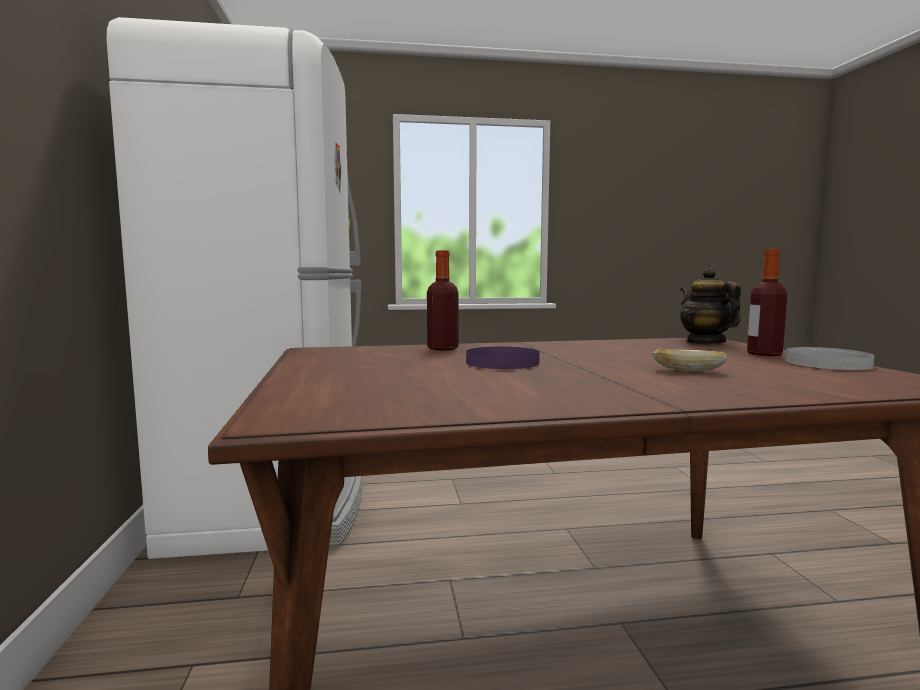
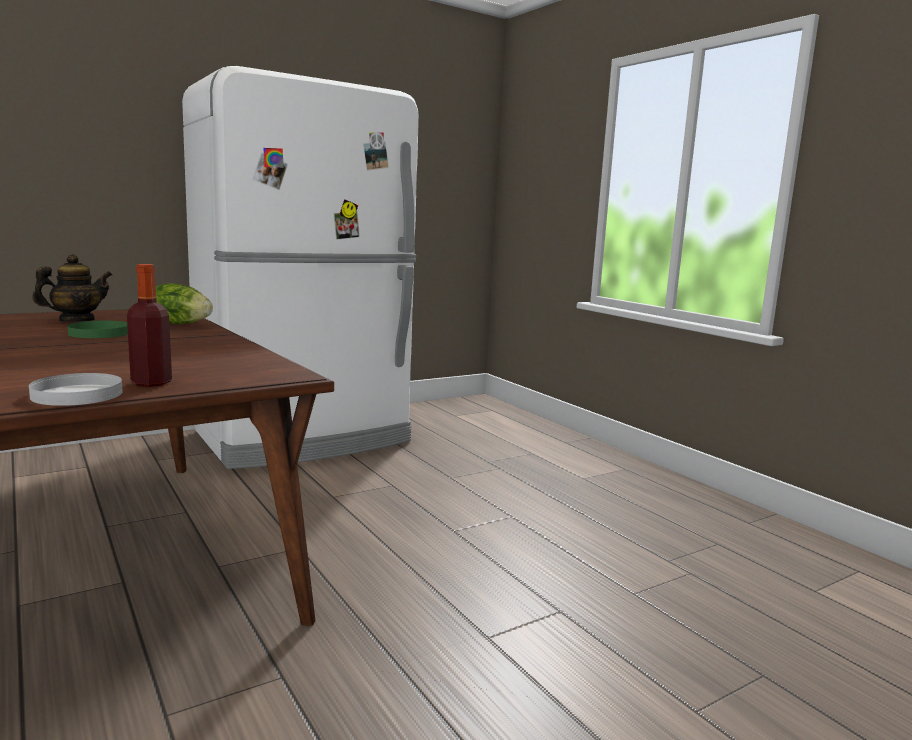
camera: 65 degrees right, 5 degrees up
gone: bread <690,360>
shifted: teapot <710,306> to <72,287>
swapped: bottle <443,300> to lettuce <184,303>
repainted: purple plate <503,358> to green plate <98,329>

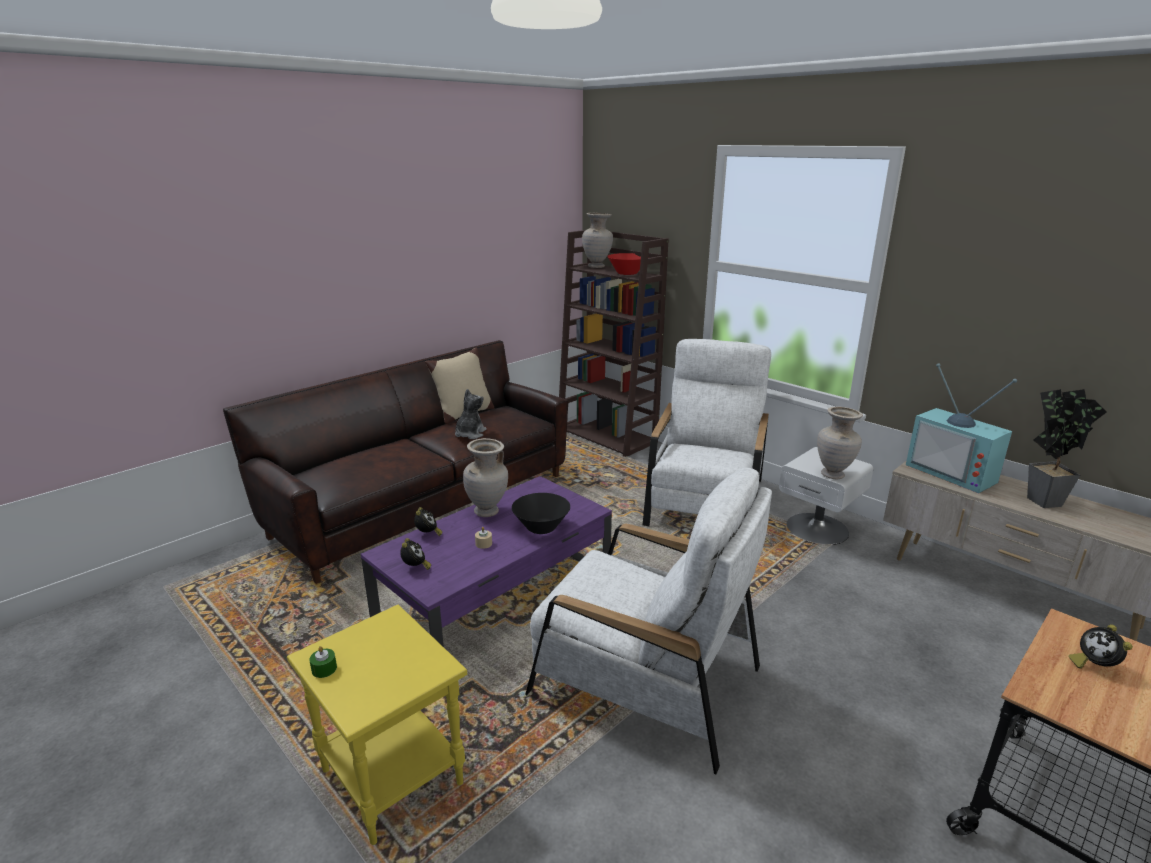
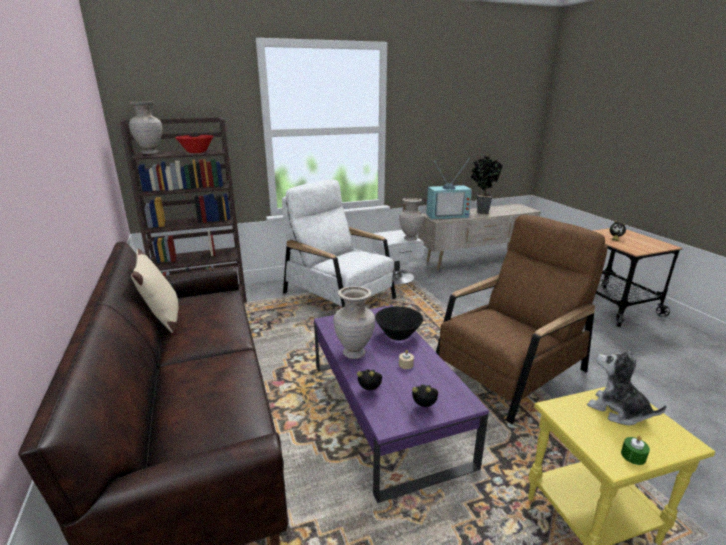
camera: 65 degrees left, 0 degrees up
shifted: plush toy <471,414> to <627,387>
repainted: white armchair <648,621> to brown armchair <522,319>

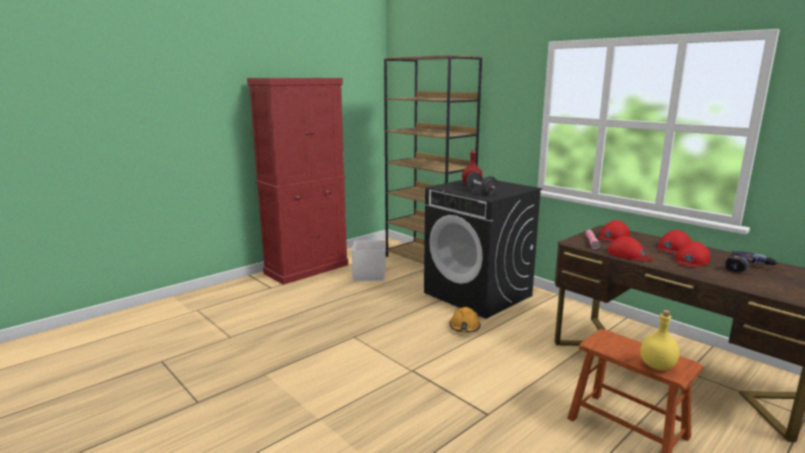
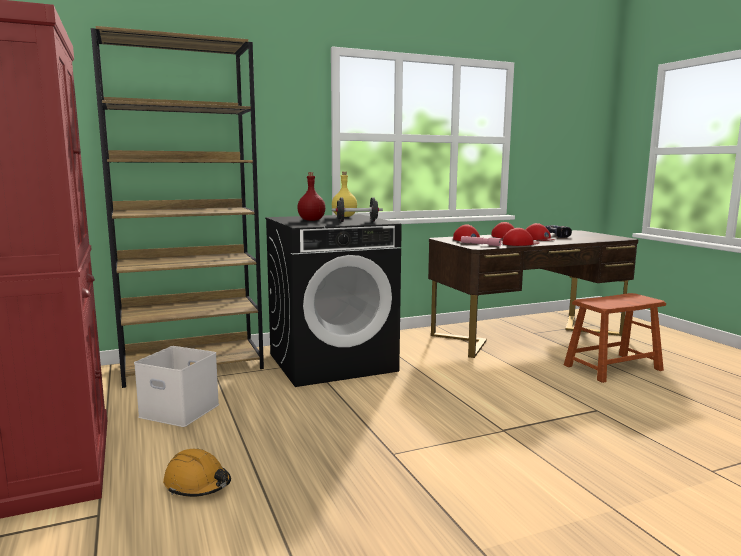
camera: 70 degrees left, 5 degrees down
shifted: orange hard hat <465,320> to <197,473>; yellow bottle <660,340> to <344,194>

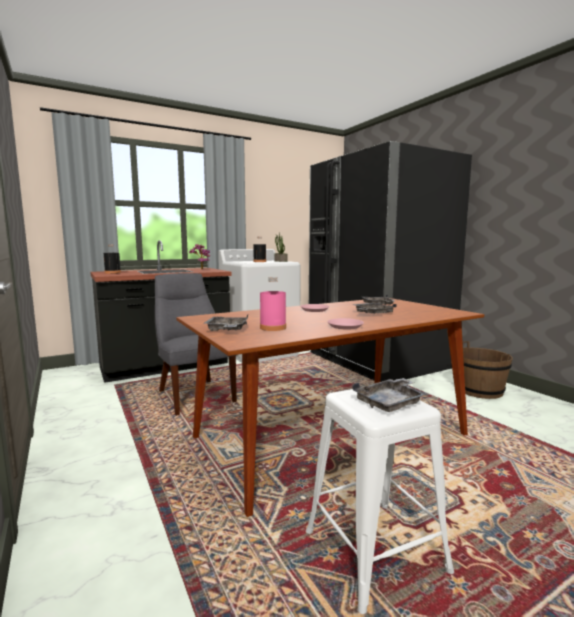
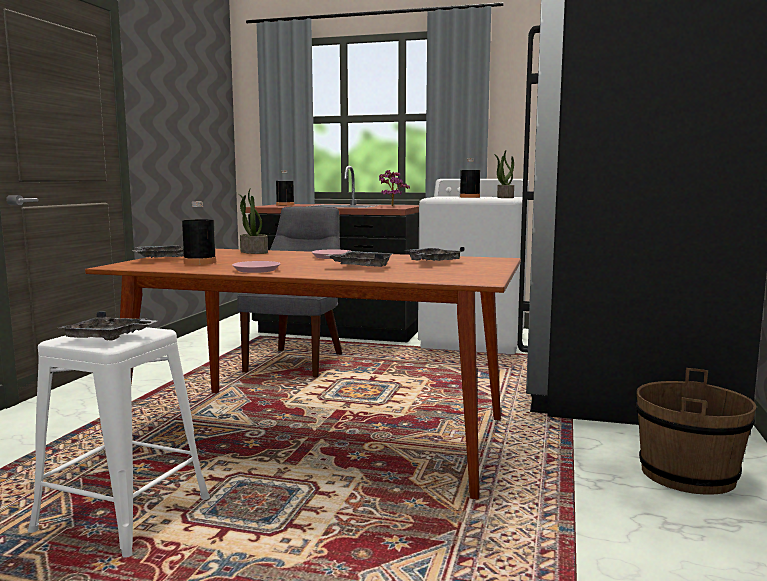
camera: 45 degrees right, 0 degrees up
new: potted plant <253,221>
repainted: pink bottle <273,304> to black bottle <199,233>

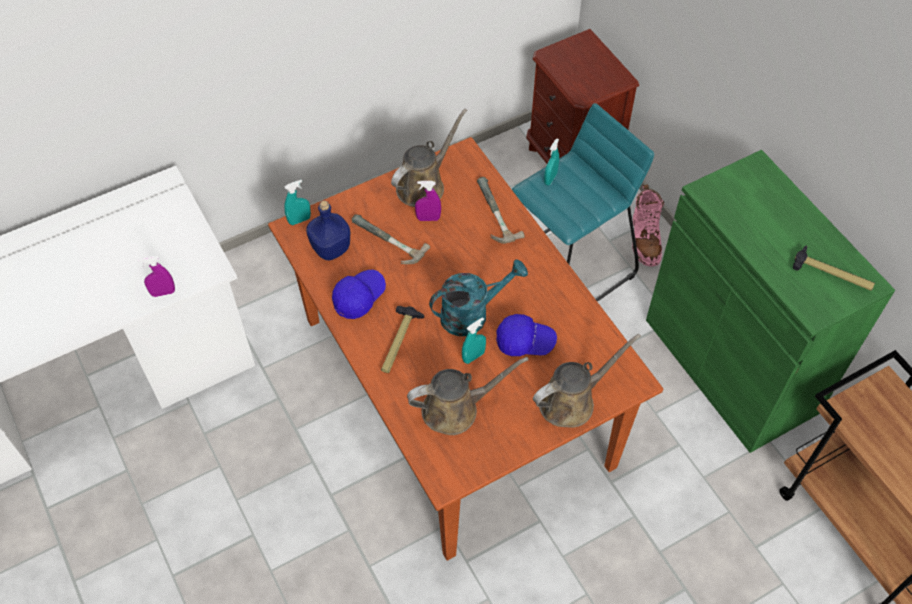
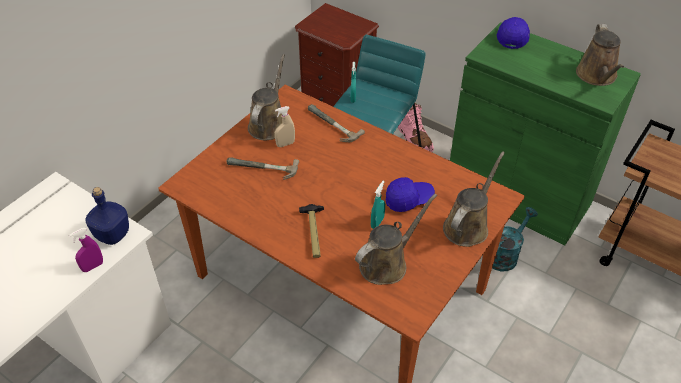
camera: 25 degrees left, 10 degrees down
gone: turquoise spray bottle <297,202>
shifted: blue bottle <328,230> to <107,216>; turquoise watering can <478,297> to <515,239>; blue cap <359,294> to <513,33>
swapped: hammer <834,268> to brown watering can <600,55>
repainted: purple spray bottle <428,201> to beige spray bottle <285,126>

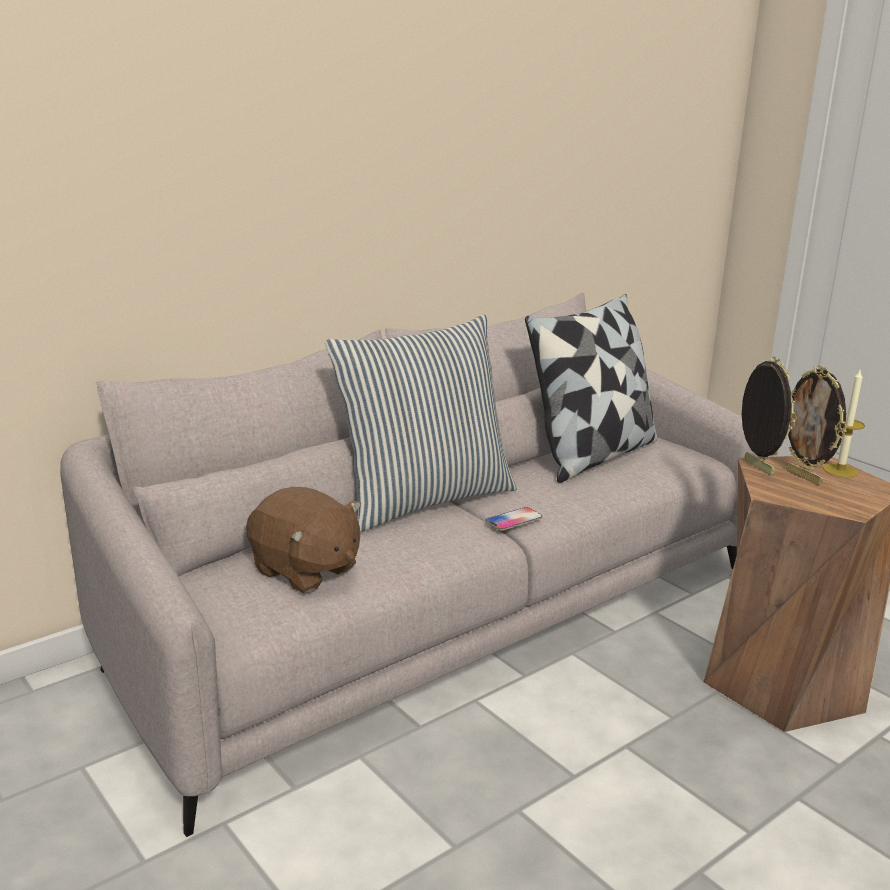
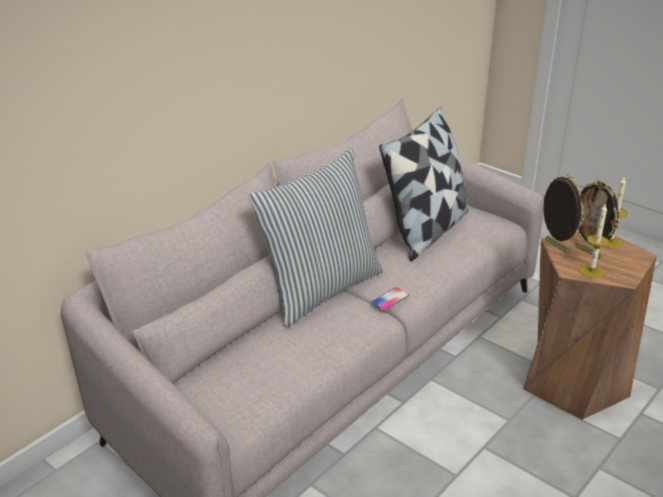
camera: 10 degrees left, 10 degrees up
gone: brown plush toy <303,540>
new: candle <594,240>

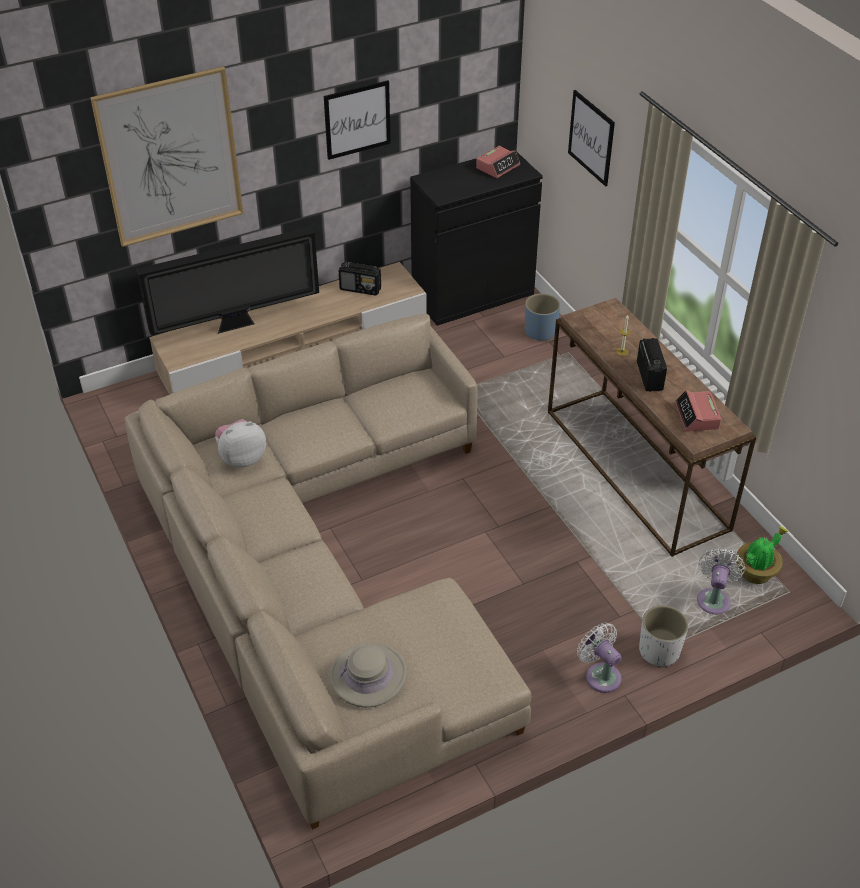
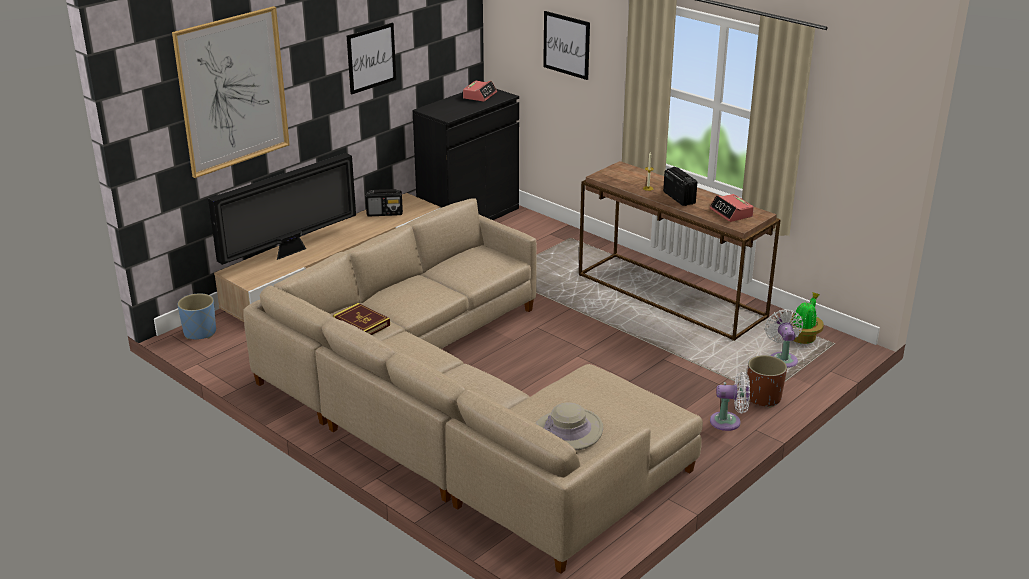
camera: 20 degrees left, 15 degrees down
shifted: blue planter <542,317> to <197,316>
swapped: plush toy <240,443> to book <361,319>
repainted: white planter <663,636> to brown planter <767,381>
rotated: white fan <599,658> = <730,401> 150 degrees clockwise

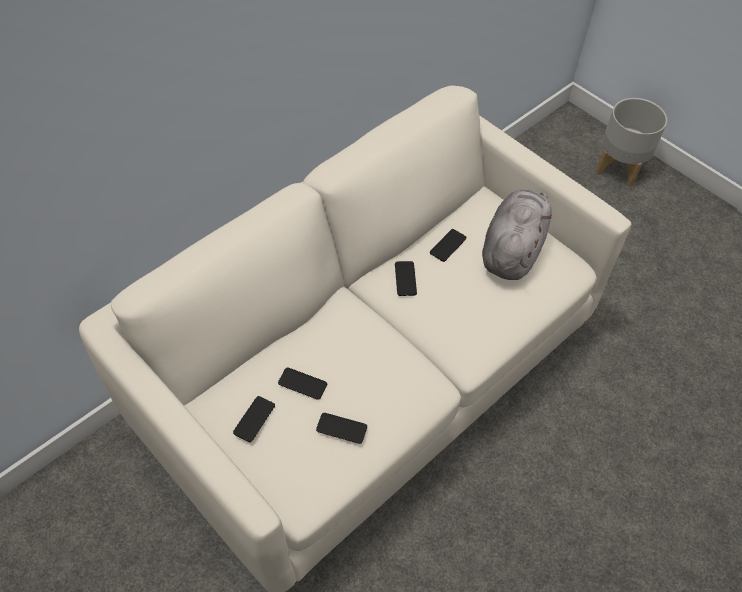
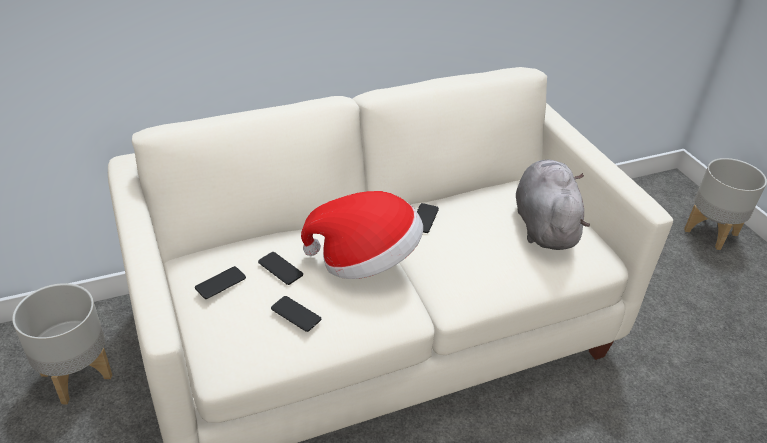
camera: 20 degrees right, 15 degrees down
gone: phone <448,245>
new: hat <362,235>; grey planter <62,344>
rotated: grey plush toy <517,234> = <553,205> 45 degrees counterclockwise

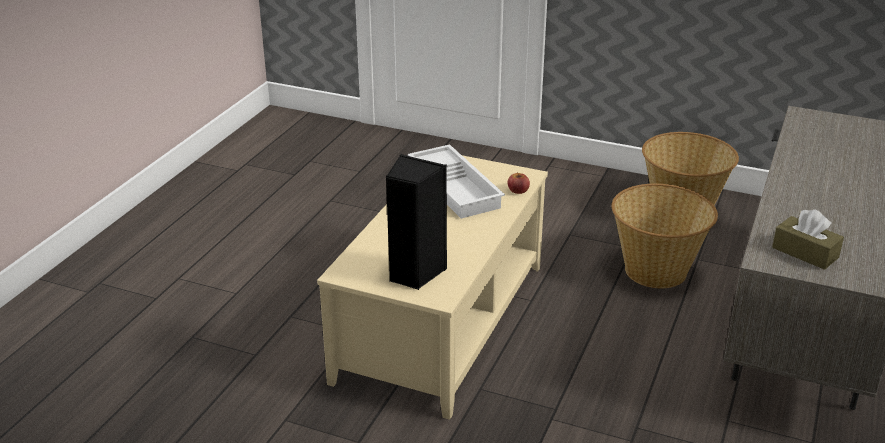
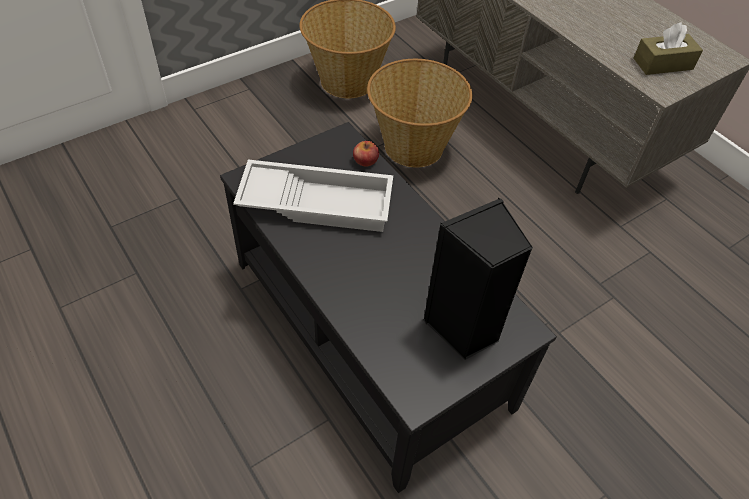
camera: 60 degrees left, 20 degrees up
repainted: beige coffee table <432,287> to black coffee table <388,307>

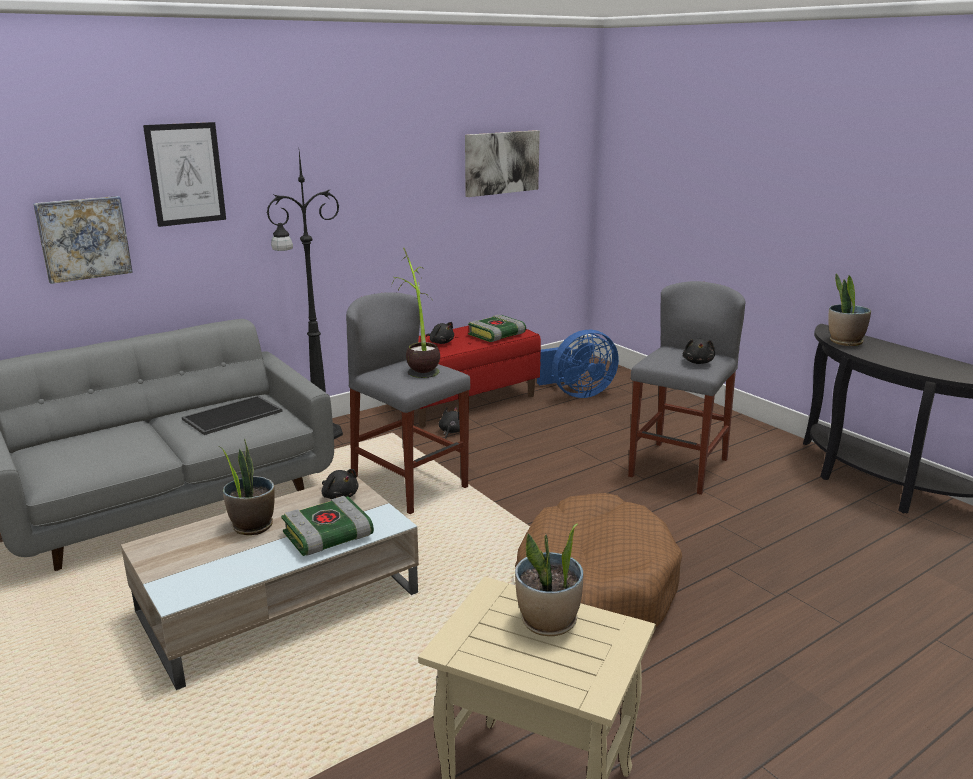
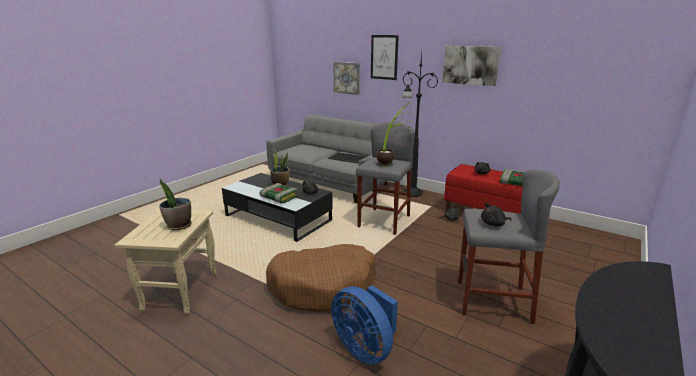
camera: 70 degrees right, 0 degrees up
gone: potted plant <849,310>
shifted: picture <502,163> to <471,66>; blue fan <578,364> to <364,325>
repainted: beige coffee table <270,583> to black coffee table <277,207>

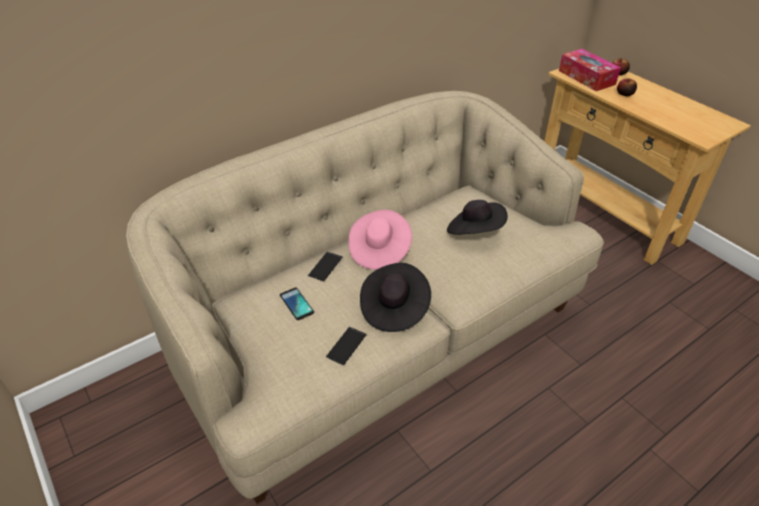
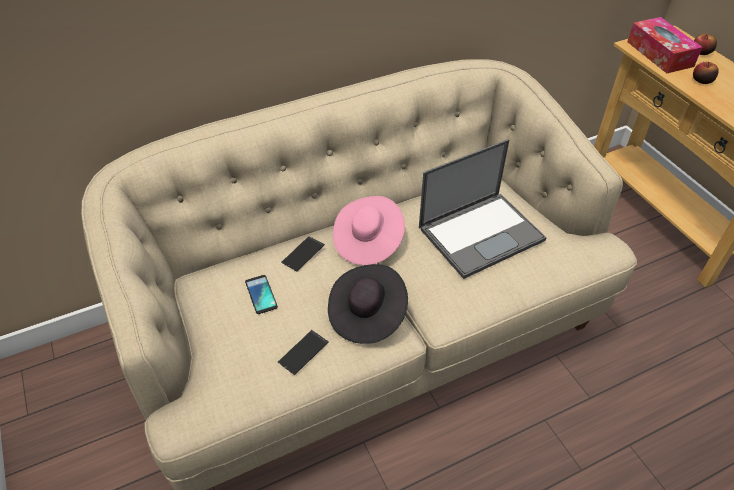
camera: 10 degrees right, 5 degrees up
swapped: black hat <477,217> to laptop <483,209>

